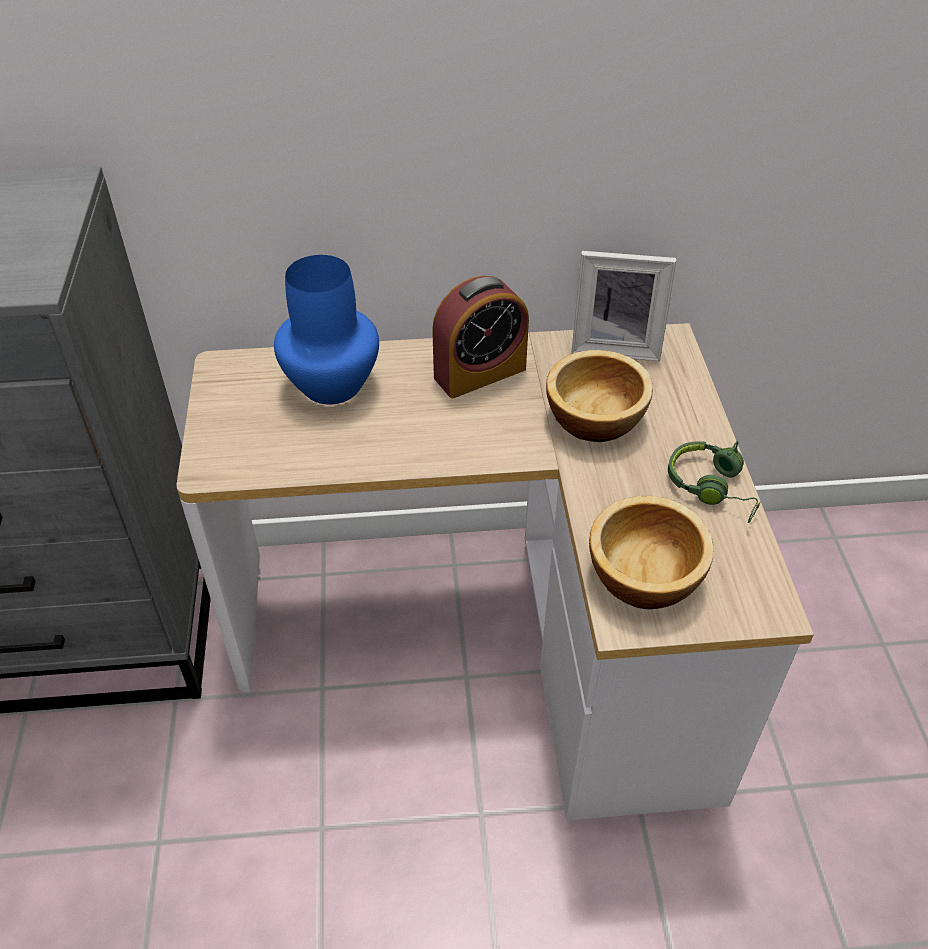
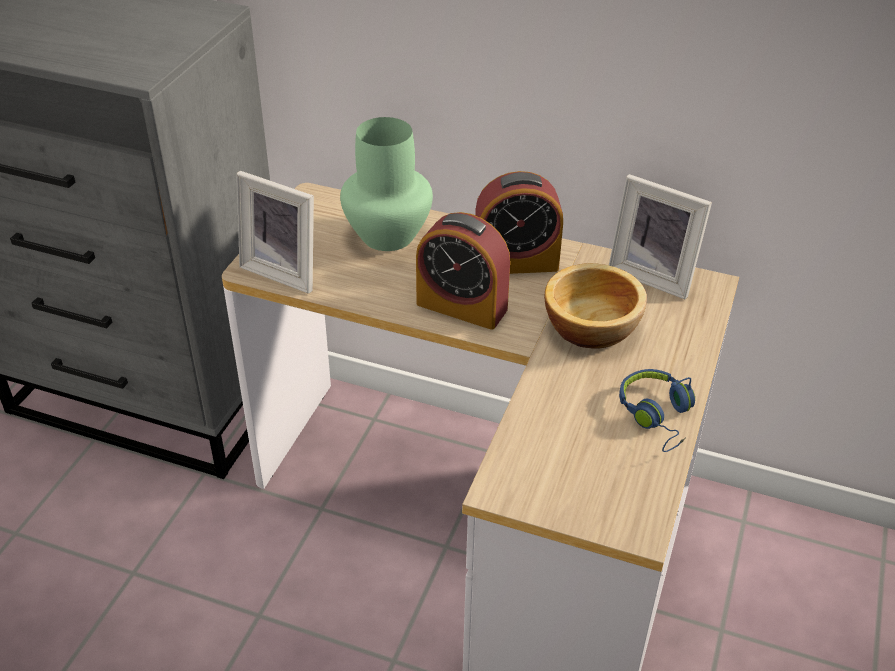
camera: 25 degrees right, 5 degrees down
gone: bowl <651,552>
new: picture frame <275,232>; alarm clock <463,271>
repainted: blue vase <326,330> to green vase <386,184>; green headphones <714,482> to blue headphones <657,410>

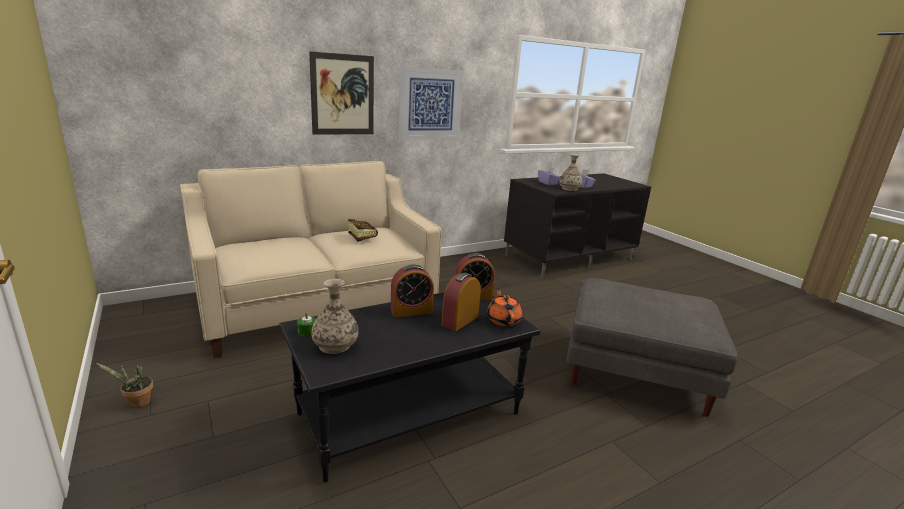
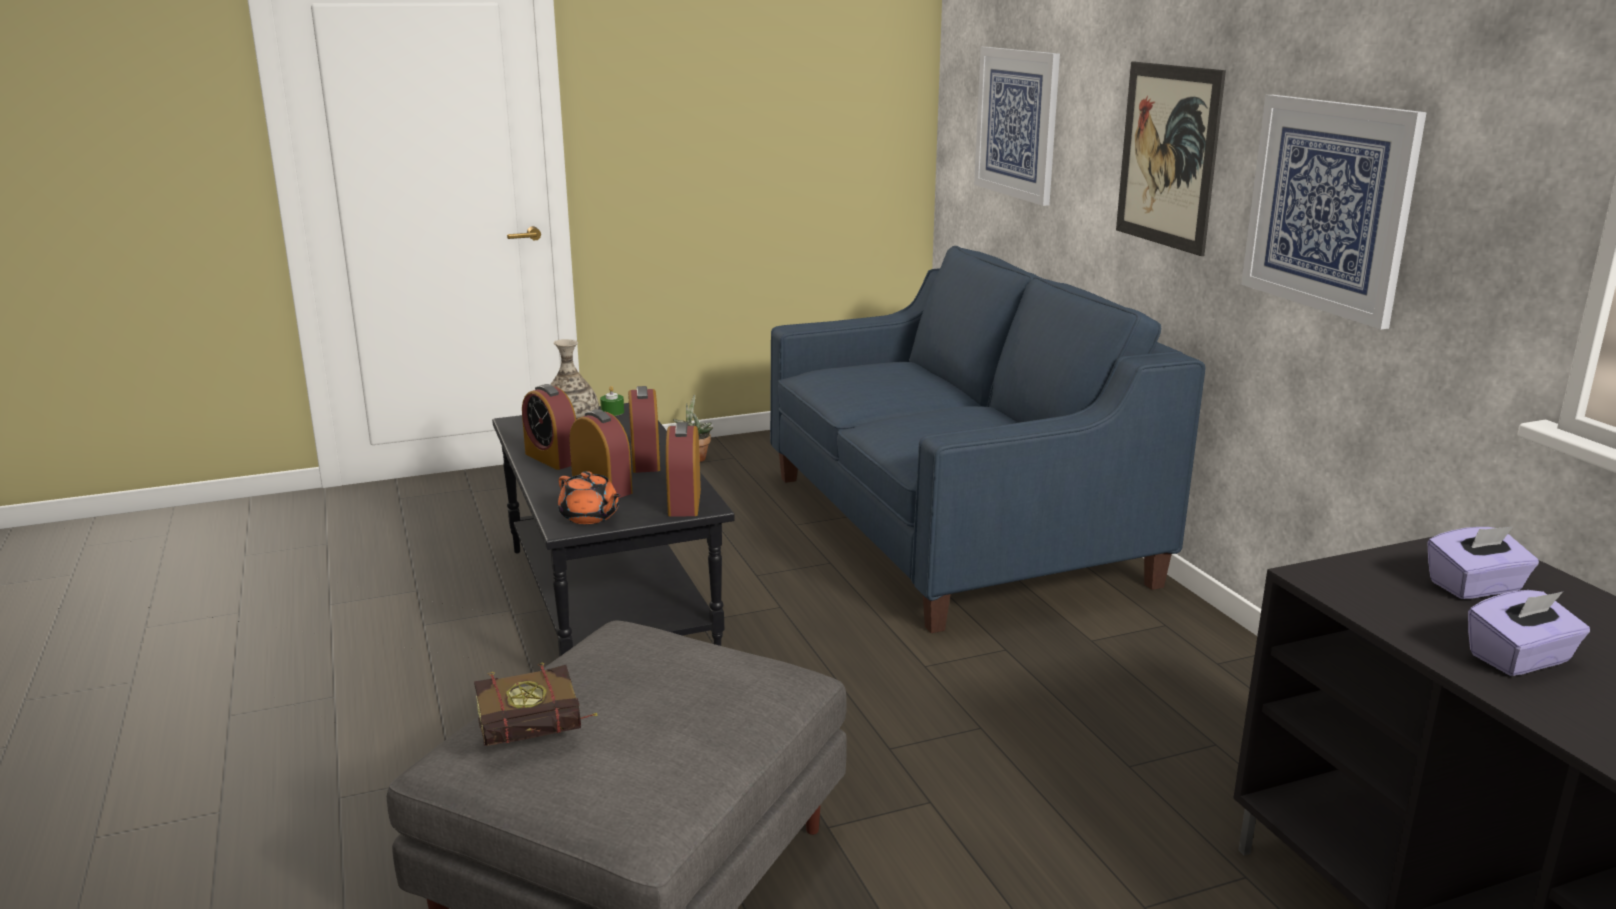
camera: 100 degrees right, 0 degrees up
gone: vase <570,172>
new: picture <1017,126>; alarm clock <549,427>
shifted: book <363,230> to <536,704>
repainted: beige sofa <311,259> to blue sofa <987,439>
rotated: orange teapot <504,307> = <589,497> 45 degrees clockwise

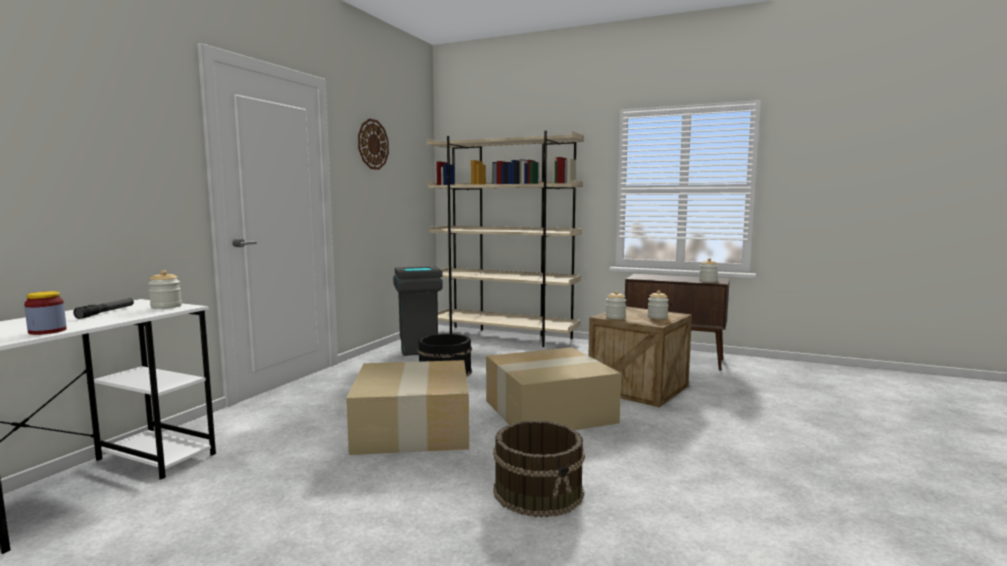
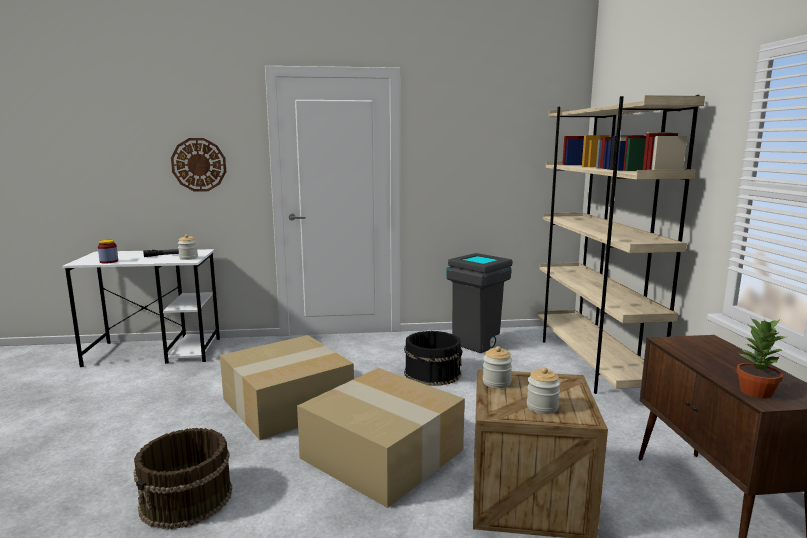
camera: 60 degrees right, 5 degrees up
shifted: wall clock <373,144> to <198,164>
swapped: jar <708,270> to potted plant <762,357>

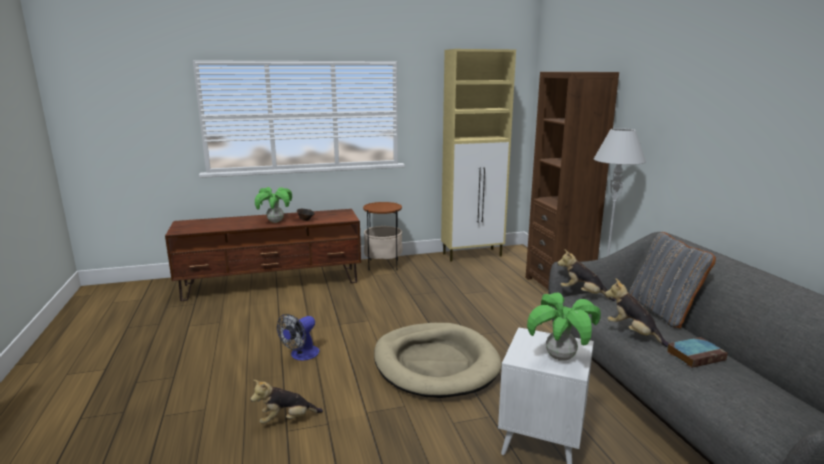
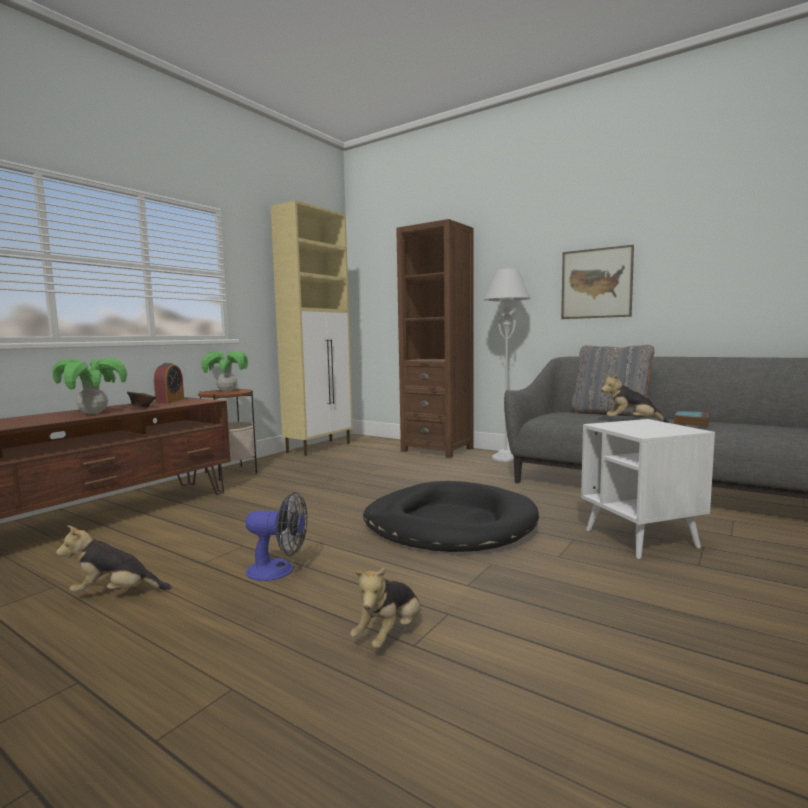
camera: 40 degrees left, 10 degrees down
new: picture <597,282>; alarm clock <169,383>
shifted: plush toy <586,275> to <113,558>; potted plant <564,326> to <225,371>
repainted: beige dog bed <438,360> to black dog bed <451,516>
rotated: fan <298,337> = <276,536> 75 degrees counterclockwise

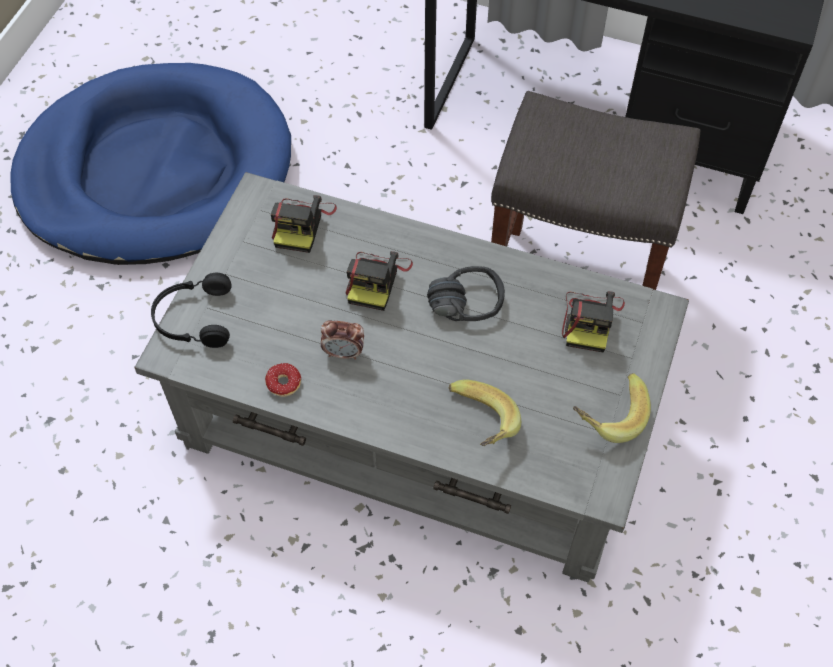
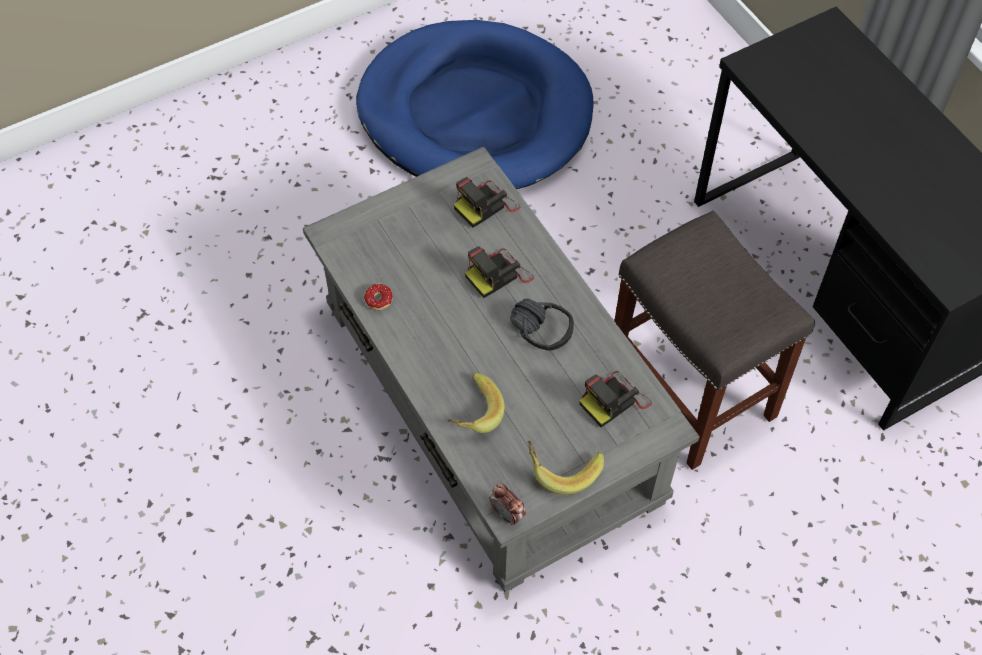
camera: 40 degrees right, 0 degrees up
gone: black headphones <191,310>
shifted: alarm clock <342,340> to <508,504>

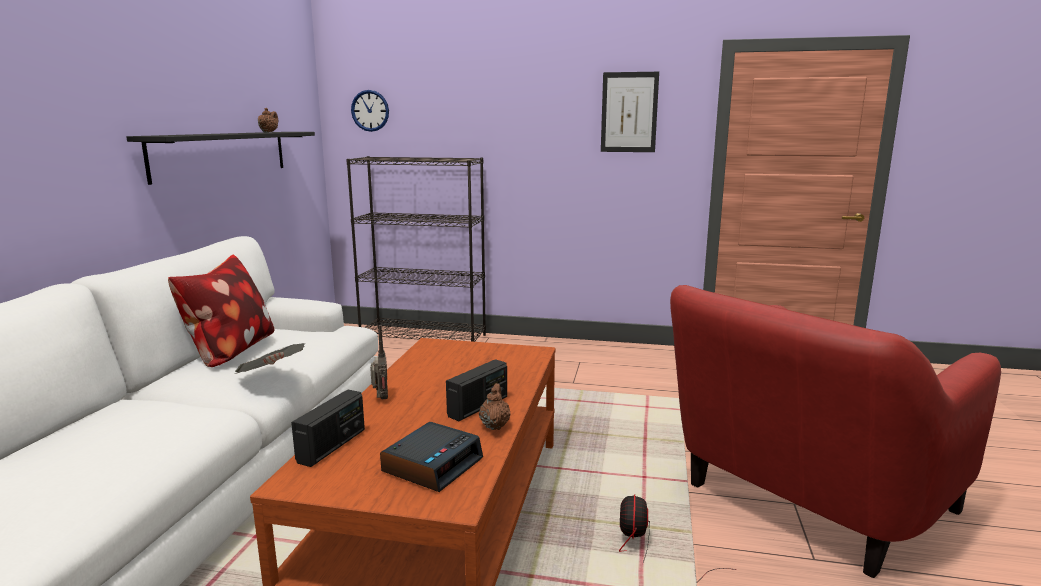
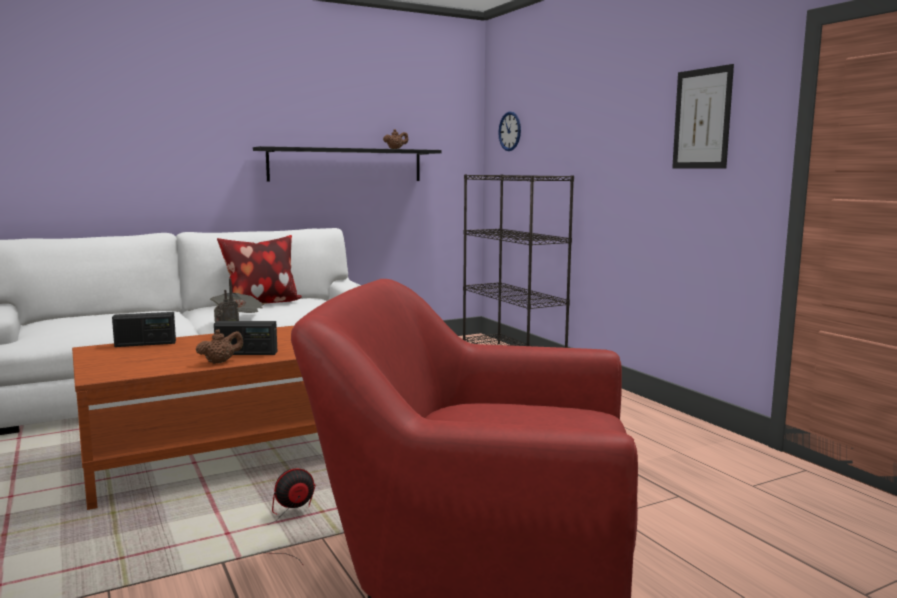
camera: 50 degrees right, 5 degrees down
gone: alarm clock <431,457>

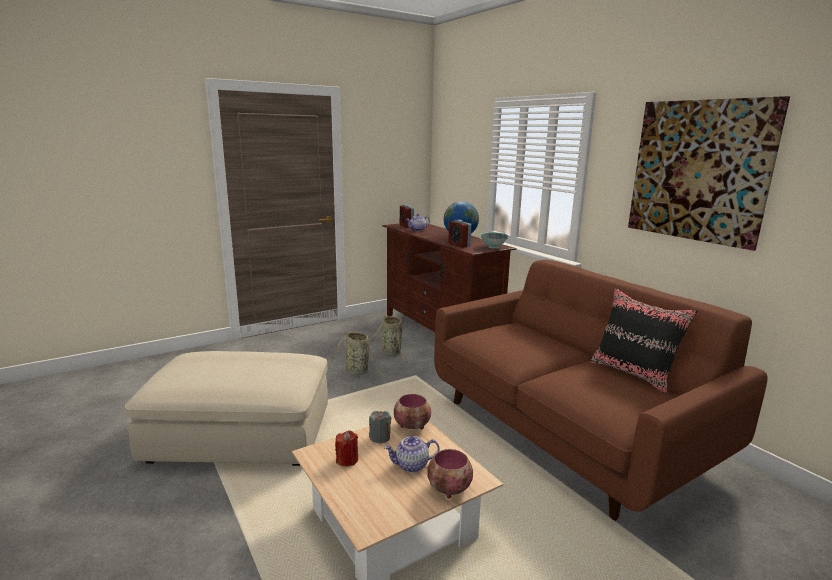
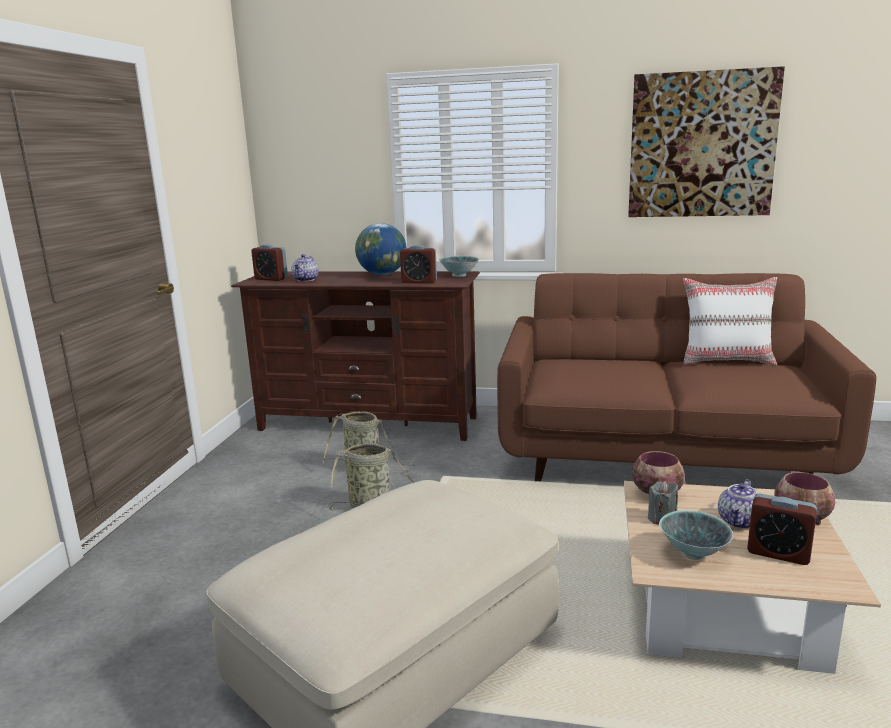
camera: 45 degrees left, 0 degrees up
new: alarm clock <782,529>
swapped: red candle <346,448> to bowl <696,535>
repainted: black pillow <643,341> to white pillow <730,321>

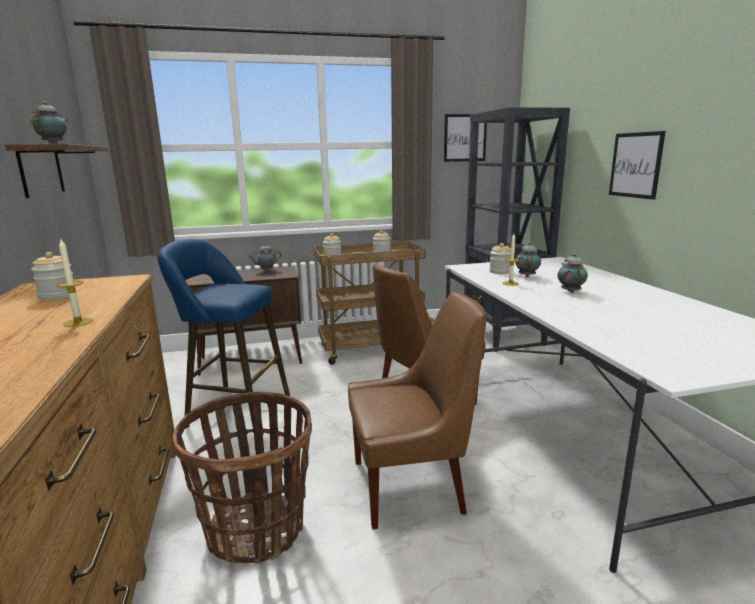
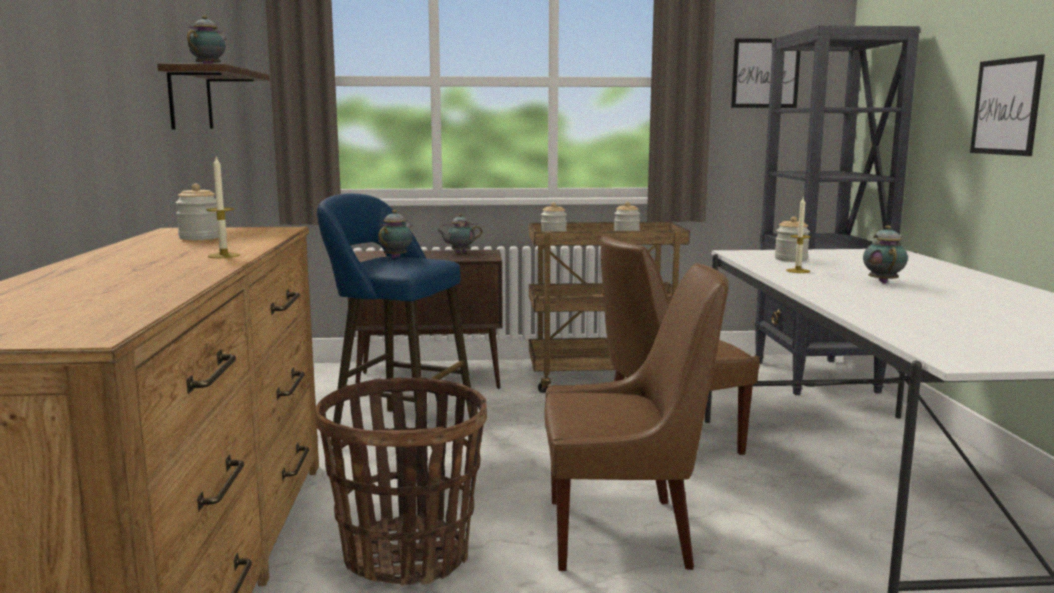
camera: 10 degrees right, 5 degrees down
shifted: teapot <528,259> to <395,234>

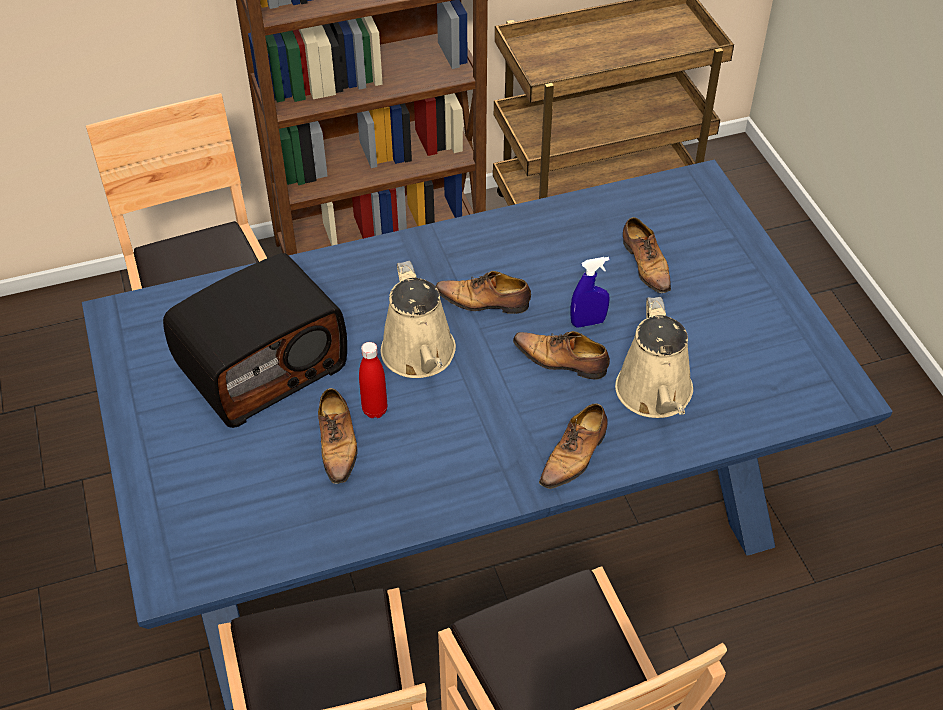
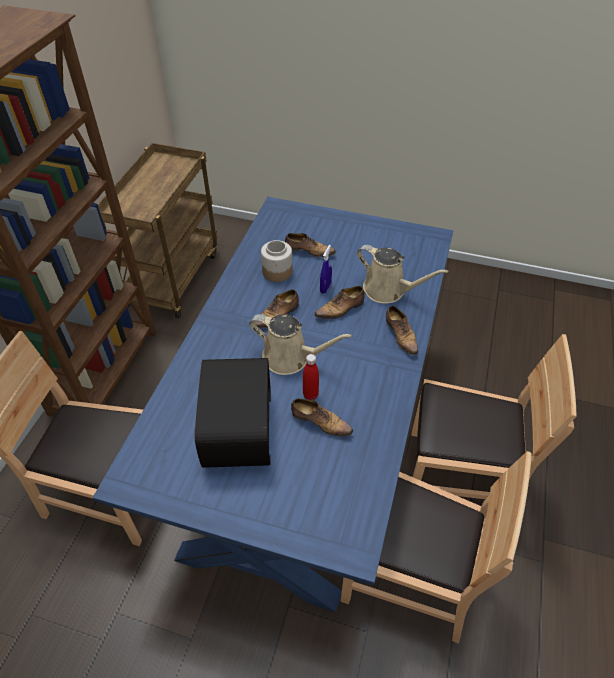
camera: 55 degrees left, 0 degrees up
new: jar <277,261>

